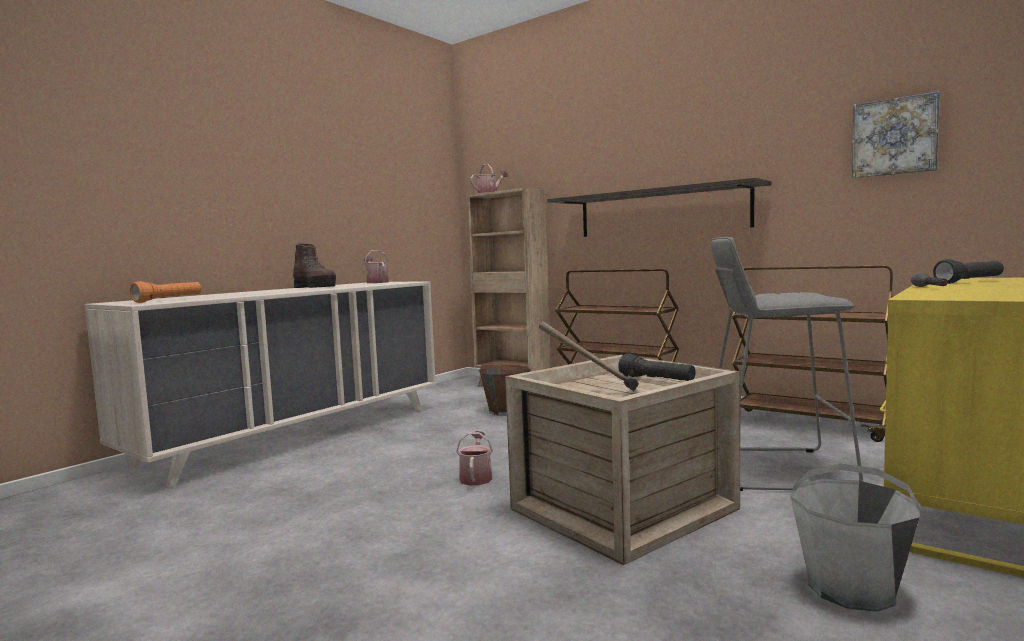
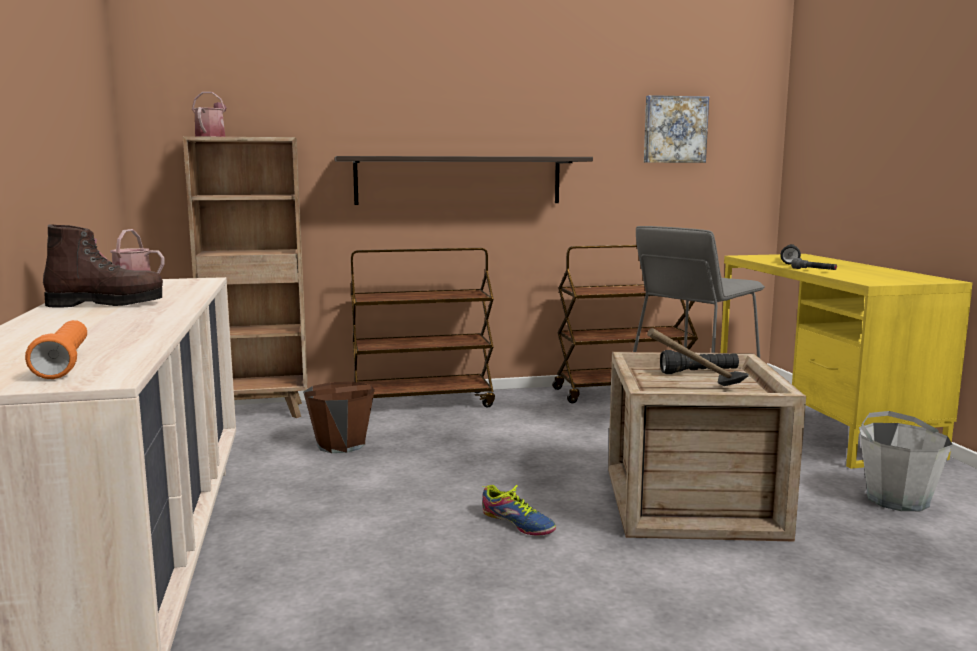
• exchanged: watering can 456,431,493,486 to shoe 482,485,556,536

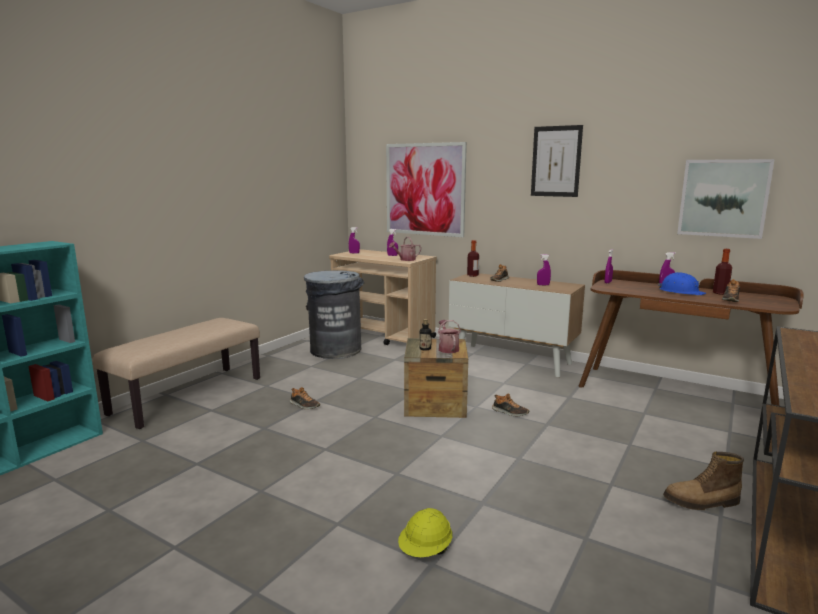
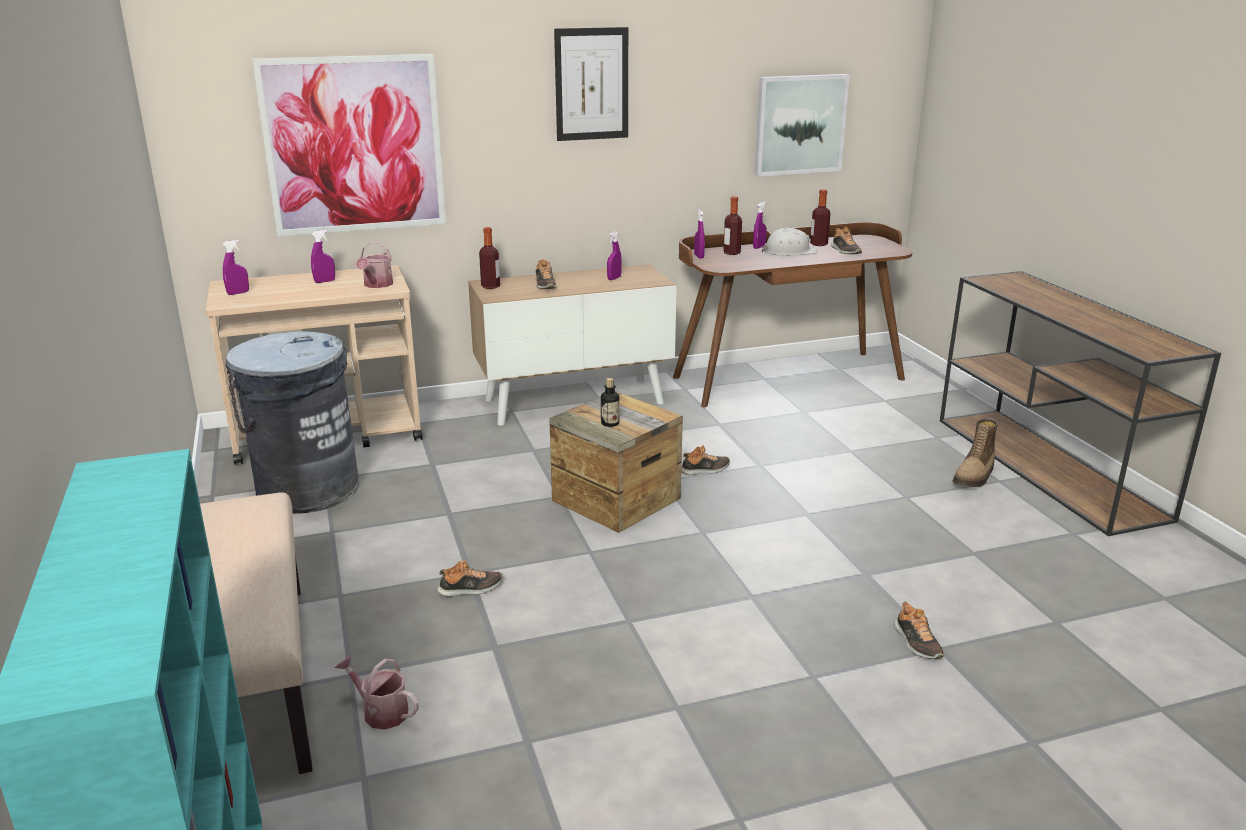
• exchanged: hard hat/yellow 398,508,453,557 to shoe 894,602,944,659
• relocated: watering can 438,320,461,353 to 335,655,419,730
• colour: hard hat/blue 658,272,706,295 to hard hat/white 762,228,818,256
• appeared: bottle 723,196,742,255

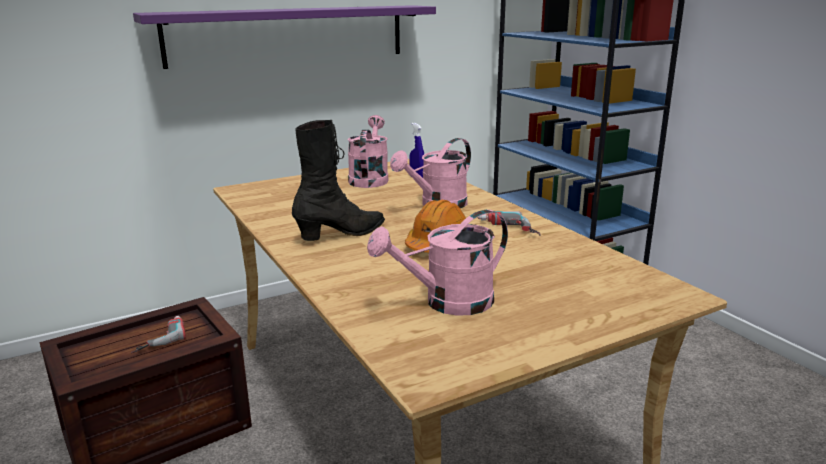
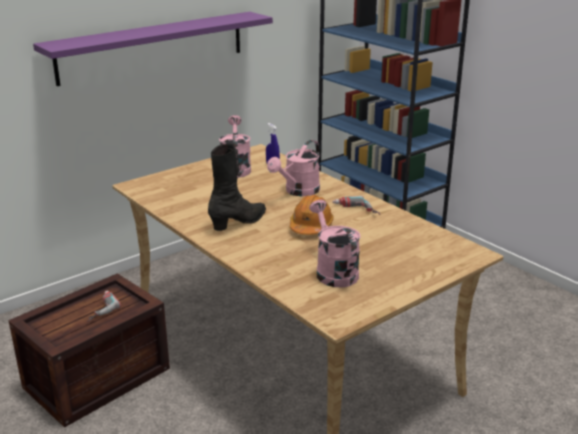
• spun: watering can/pink 367,210,508,316 = 309,200,361,287 105 degrees clockwise

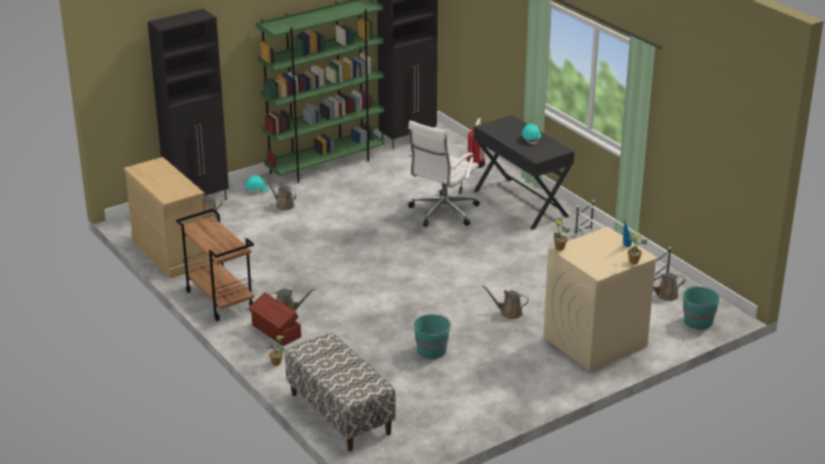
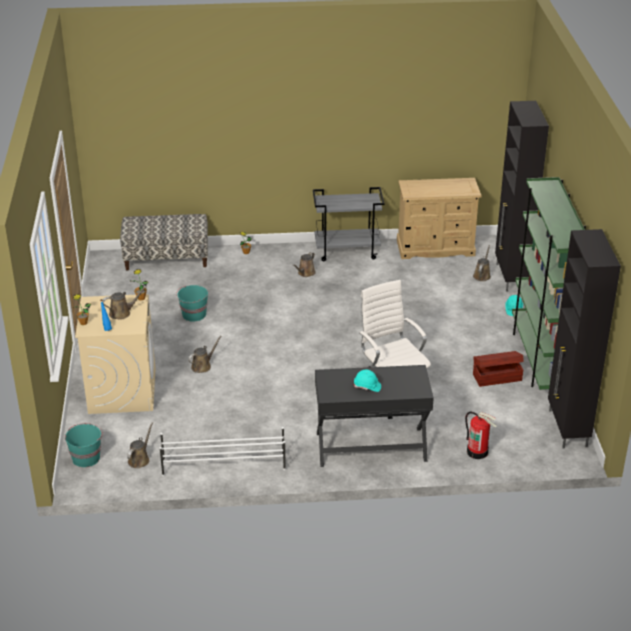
• colour: cart/brown 176,209,254,321 to cart/grey 313,187,384,261
• relocated: storage box/brown 249,292,301,346 to 473,351,524,387
• relocated: watering can/brown 264,176,296,211 to 102,286,147,320

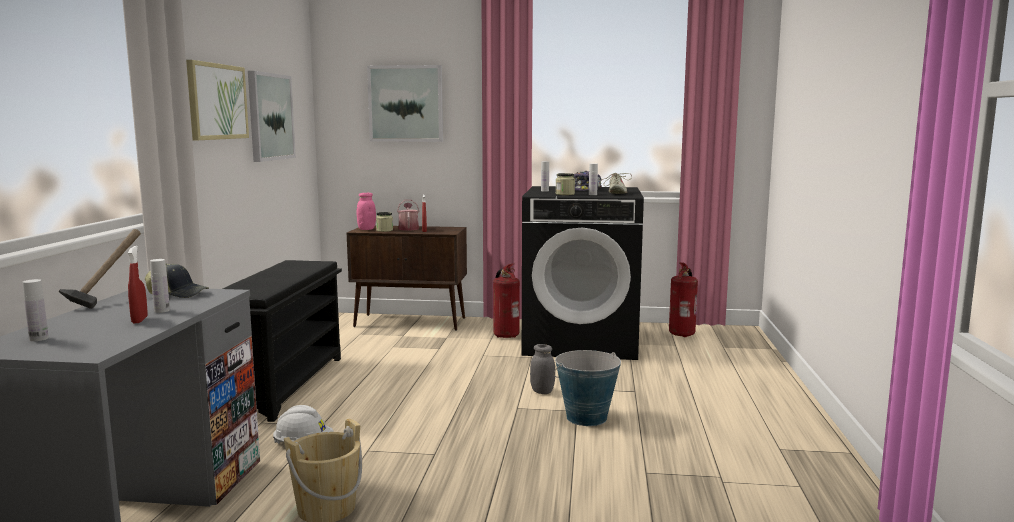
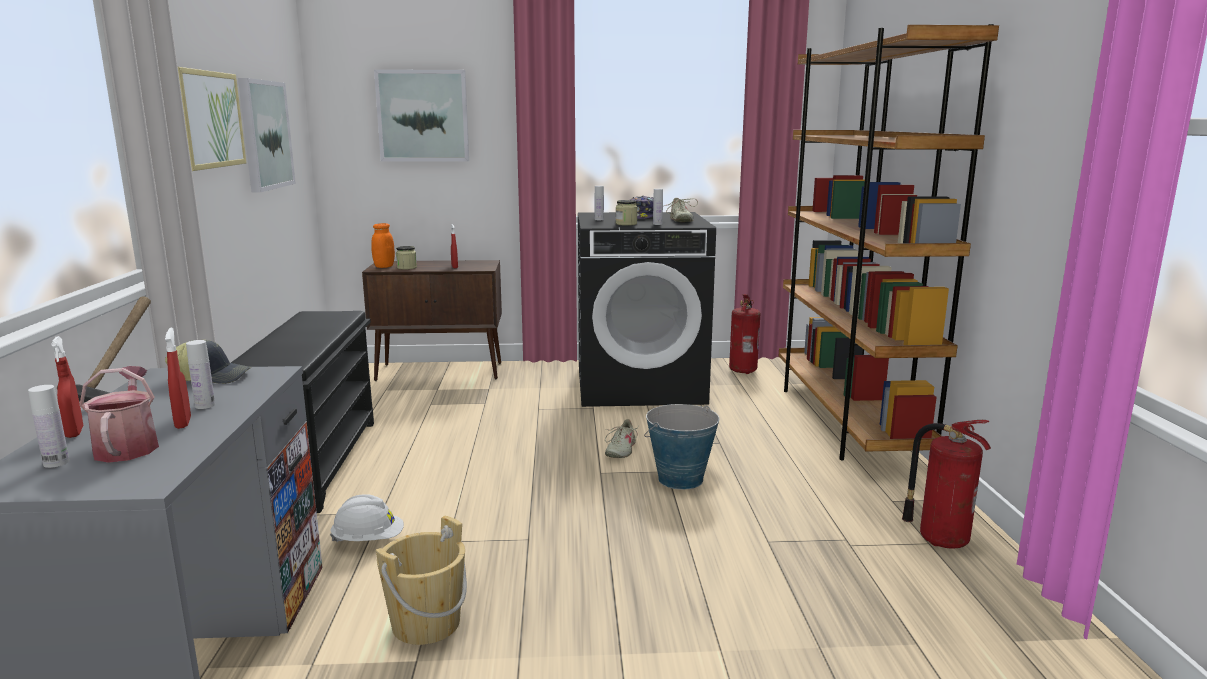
• colour: jar/pink 357,193,376,230 to jar/orange 371,223,395,268
• relocated: watering can 397,200,419,231 to 79,366,159,463
• relocated: fire extinguisher 493,263,520,338 to 902,420,991,549
• exchanged: jar/grey 530,344,555,394 to shoe/beige 605,419,638,458
• appeared: spray bottle/red 51,336,83,438
• appeared: bookcase/brown 779,24,999,460

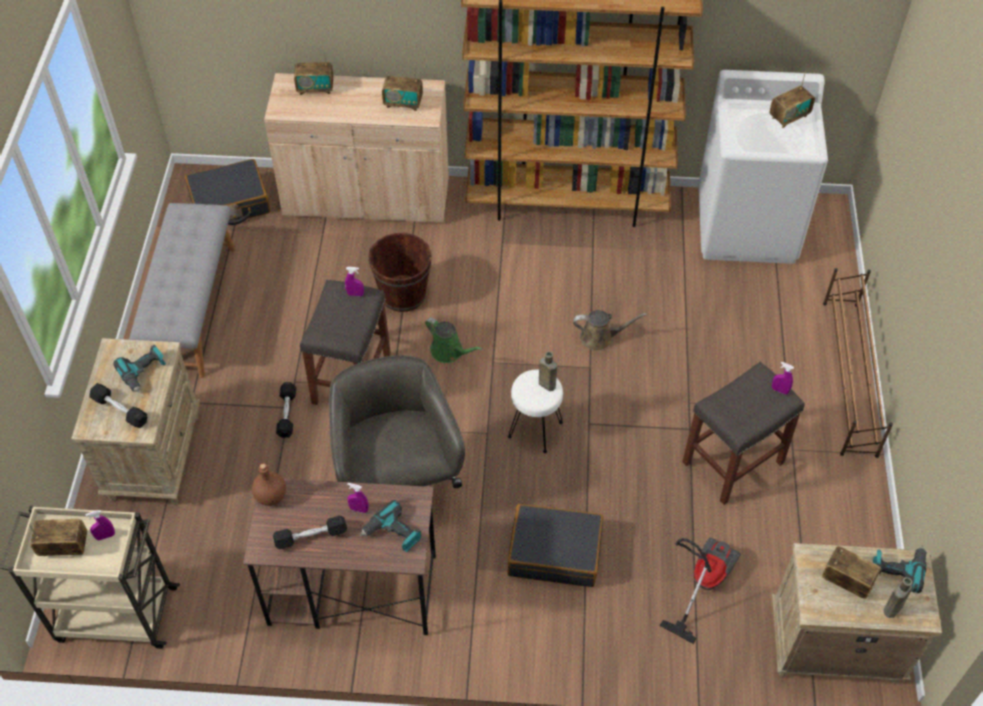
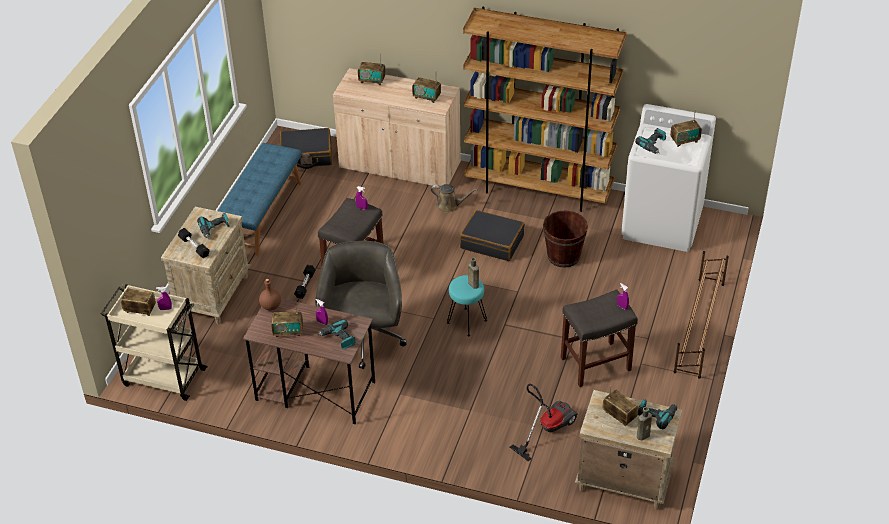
• colour: bench/grey 129,203,235,378 to bench/blue 218,143,302,256
• exchanged: dumbbell/black 273,516,347,550 to radio 271,301,303,337
• relocated: bucket/brown 369,233,431,312 to 543,210,588,268
• missing: watering can/green 425,318,482,363
• colour: stool/white 508,370,563,453 to stool/turquoise 447,275,487,336
• relocated: suitcase/black 508,504,603,587 to 460,210,525,261
• relocated: watering can/brown 573,310,647,351 to 431,184,478,213
• appeared: power drill 635,128,666,154

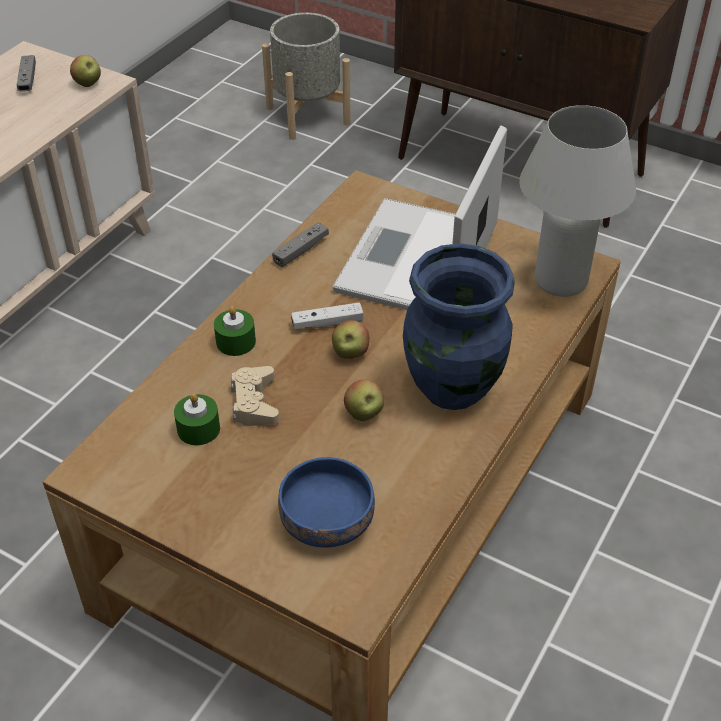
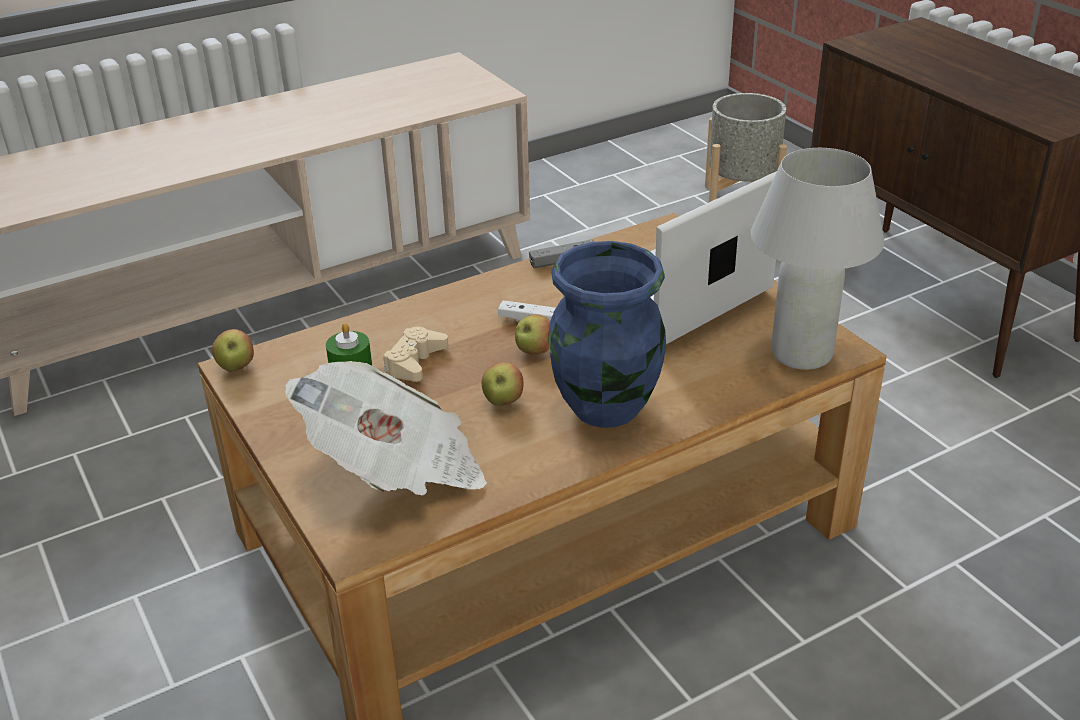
• missing: game controller/grey 17,55,36,92
• relocated: apple 70,55,101,87 to 212,329,254,372
• missing: candle/green 214,306,256,356
• exchanged: bowl/blue 278,457,375,548 to newspaper 285,361,487,496

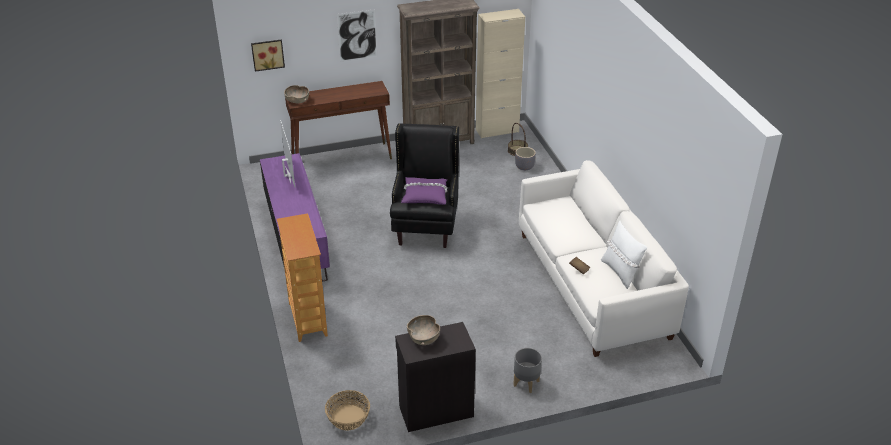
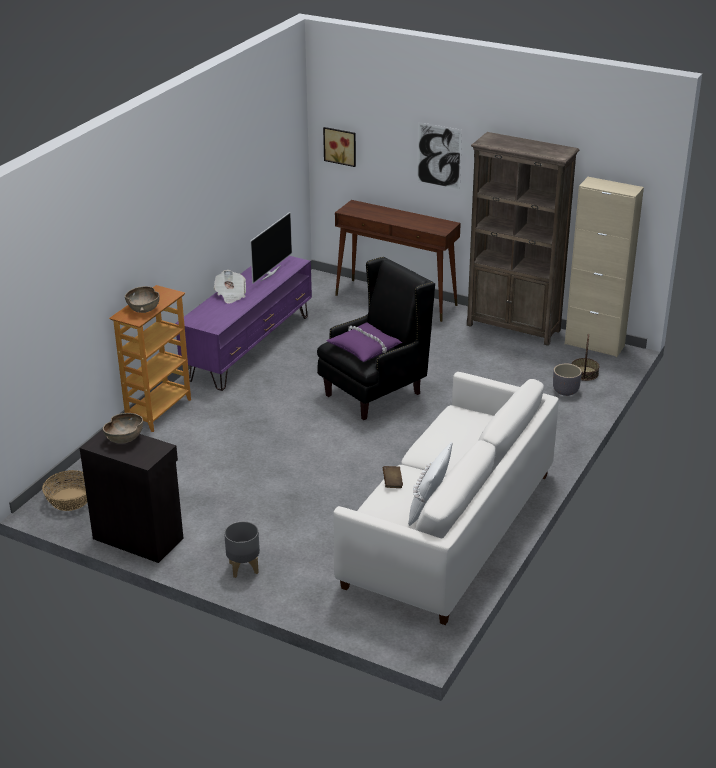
• relocated: bowl/brown 284,85,309,103 to 125,286,160,313
• appeared: newspaper 214,270,246,304

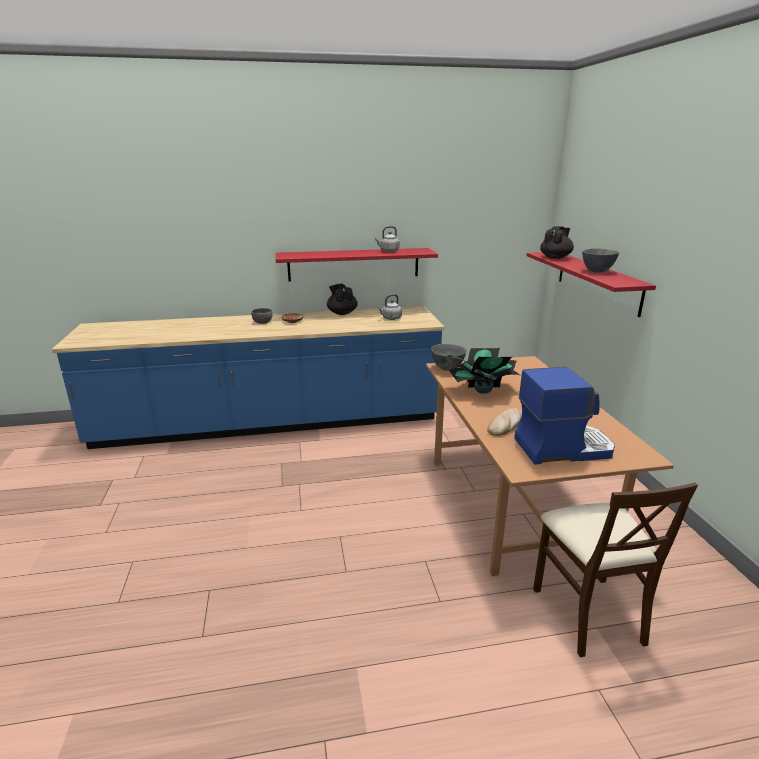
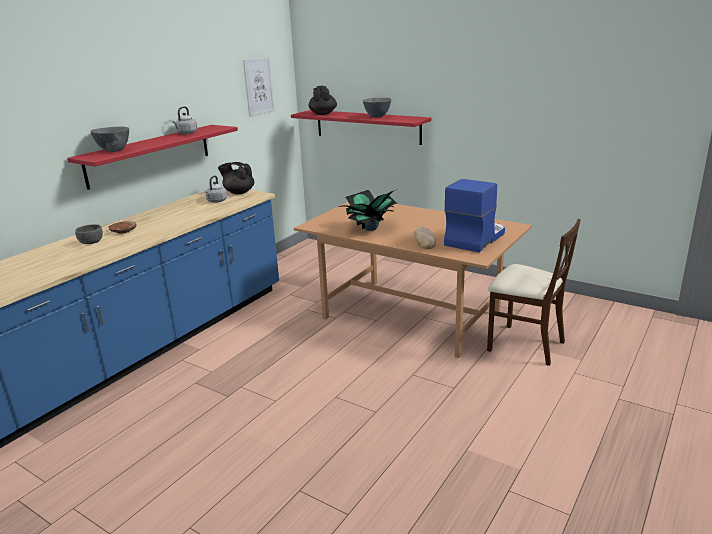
• relocated: teapot/black 327,283,358,315 to 218,162,254,194
• relocated: bowl/grey 431,344,467,371 to 90,127,129,152
• appeared: picture 243,57,275,117

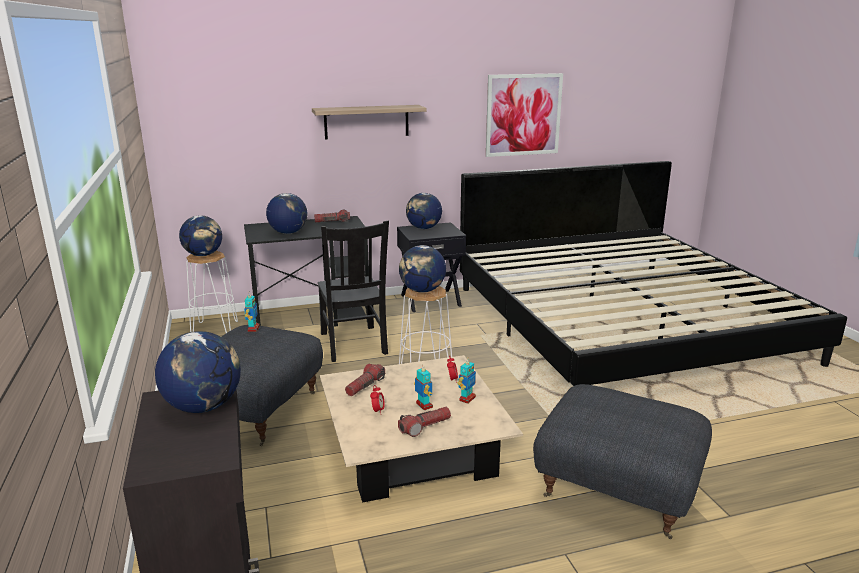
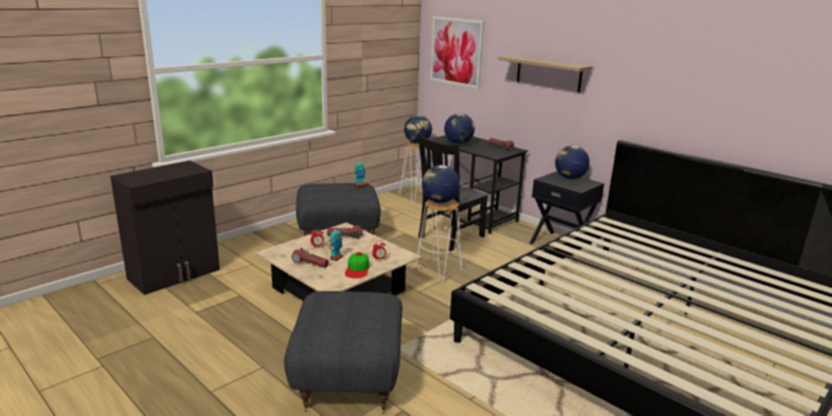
• missing: globe 155,331,241,413
• exchanged: toy robot 457,359,476,404 to cap 345,252,369,278
• relocated: picture 486,73,563,157 to 430,16,484,89

